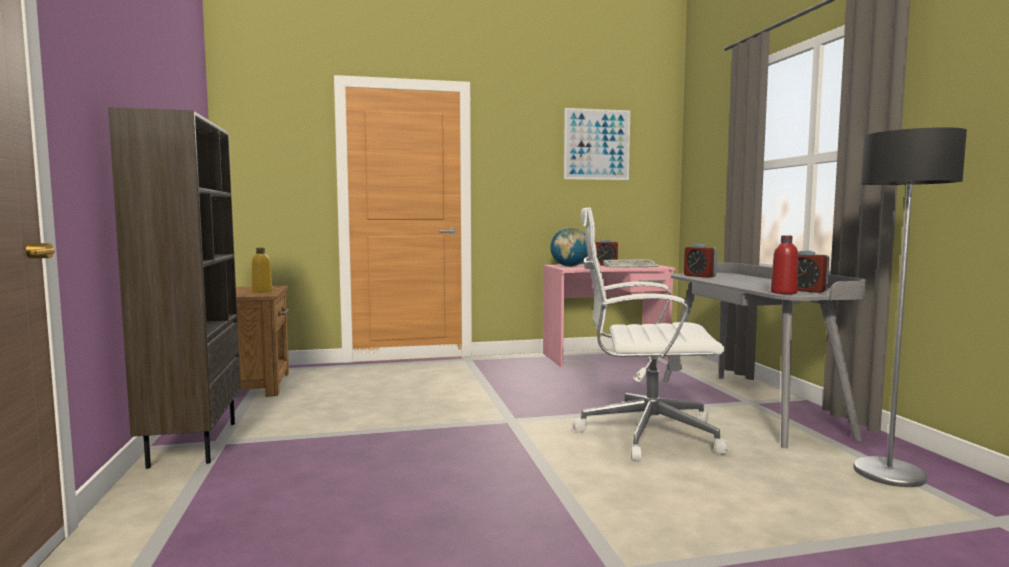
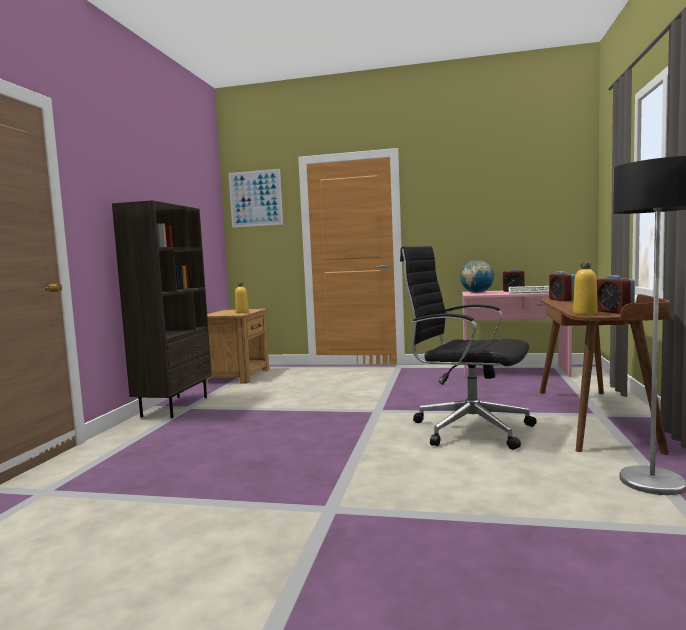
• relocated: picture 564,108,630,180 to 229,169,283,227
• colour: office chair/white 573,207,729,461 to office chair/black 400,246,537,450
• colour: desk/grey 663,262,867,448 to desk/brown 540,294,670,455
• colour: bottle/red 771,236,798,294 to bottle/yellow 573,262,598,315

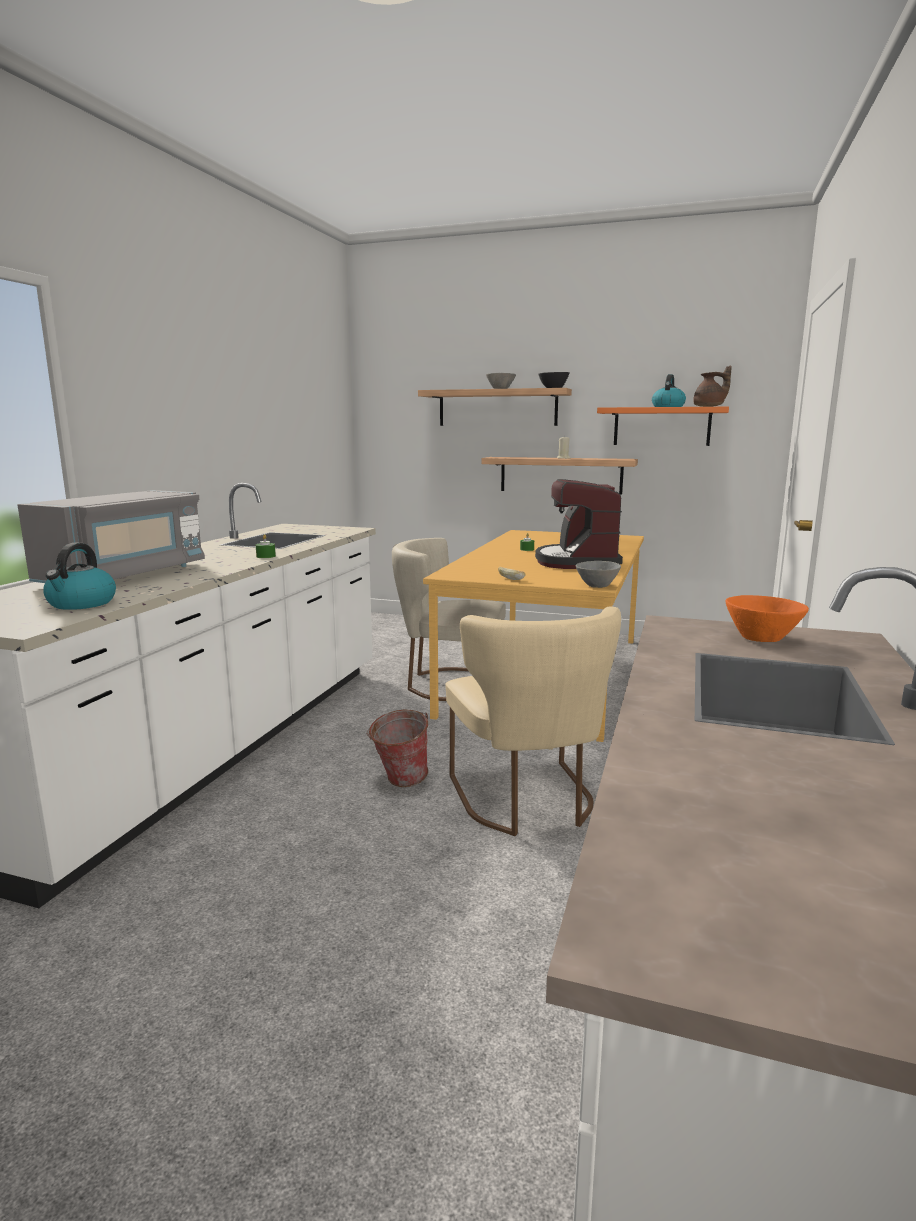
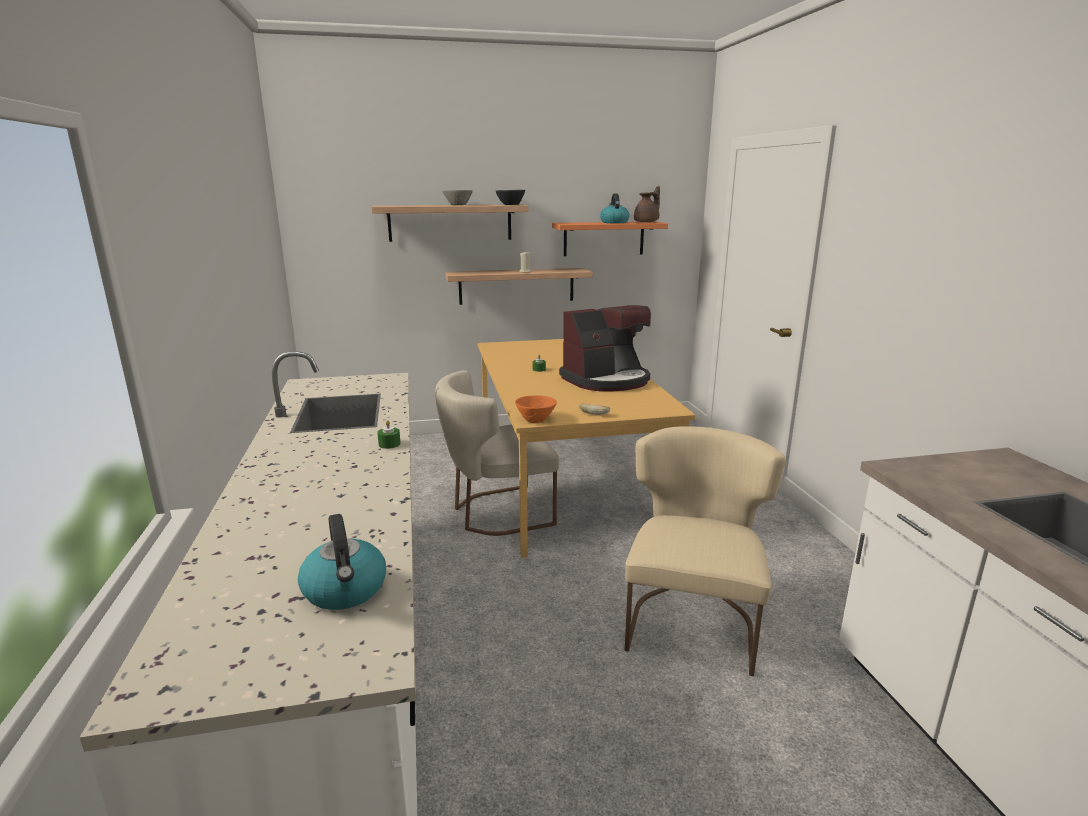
• missing: microwave/grey 18,490,205,583
• missing: bucket 366,710,428,787
• spun: chair/beige 445,606,621,836 = 625,426,786,676 120 degrees counterclockwise
• spun: coffee machine 535,479,623,569 = 559,305,651,391 90 degrees counterclockwise
• missing: bowl/grey 576,561,621,588
• relocated: bowl/orange 725,595,809,642 to 515,395,557,423

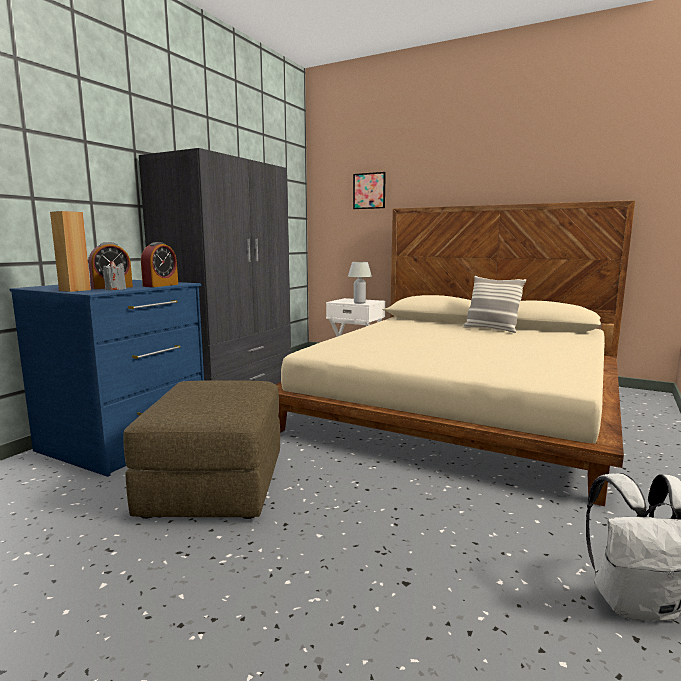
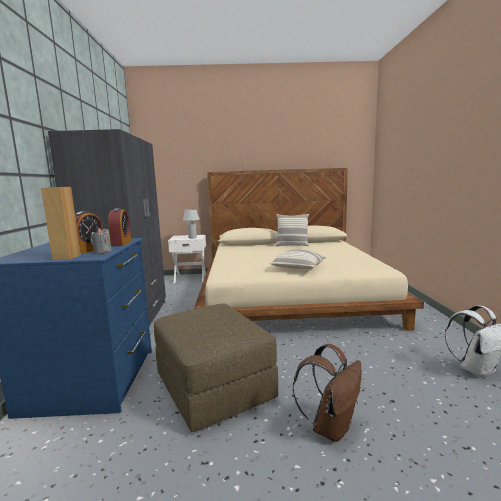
• missing: picture 353,172,386,209
• appeared: pillow 269,249,326,269
• appeared: backpack/brown 293,344,361,442

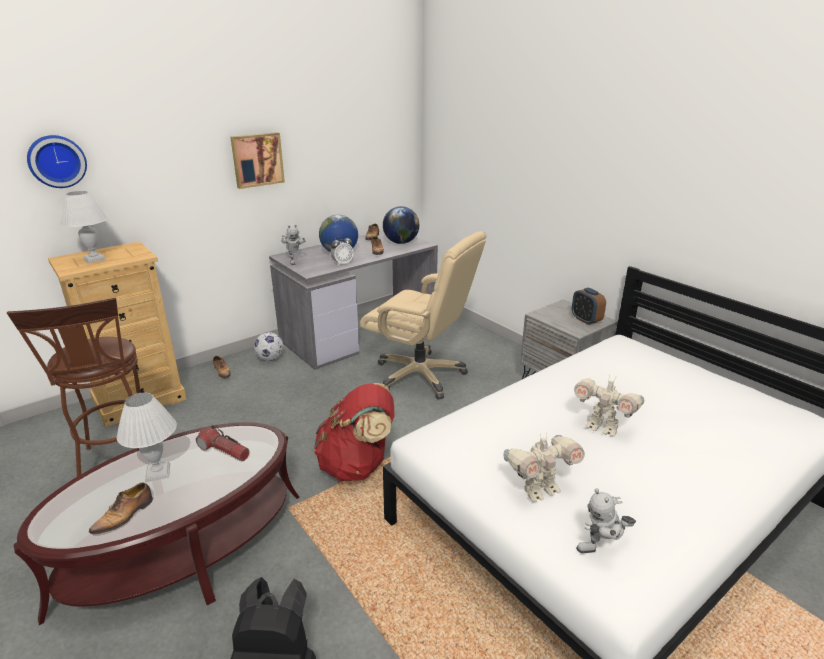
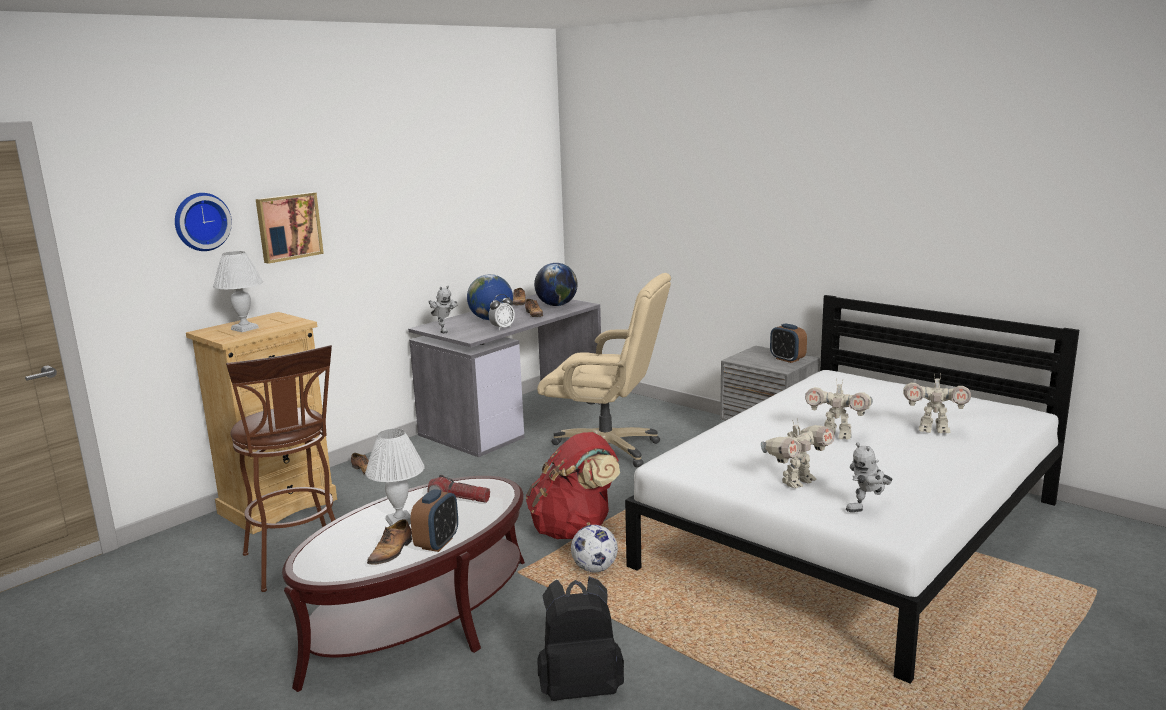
• relocated: picture 230,132,285,189 to 256,192,324,264
• relocated: football 254,332,283,361 to 571,525,618,572
• appeared: alarm clock 411,489,458,552
• appeared: toy robot 903,373,971,433

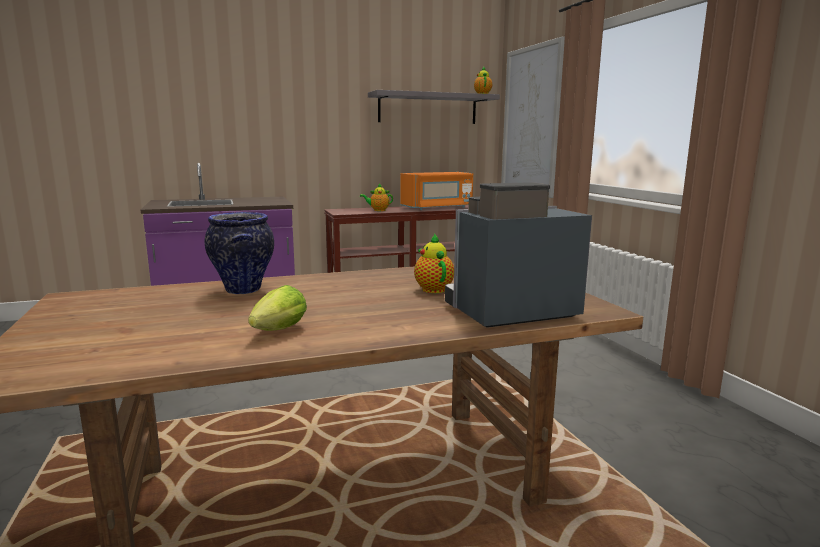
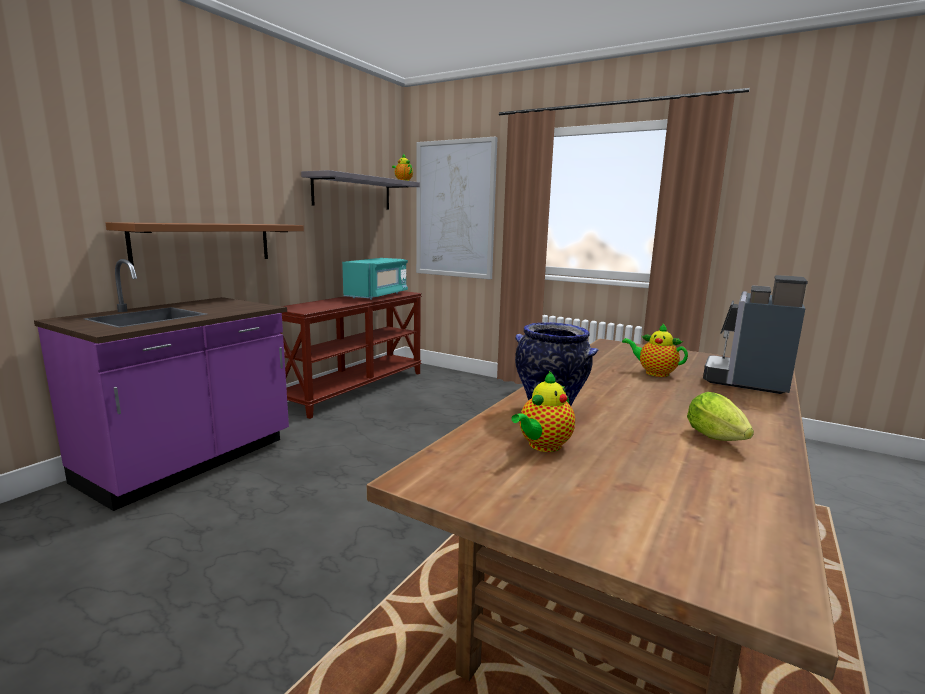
• relocated: teapot 360,184,393,211 to 511,371,575,452
• colour: microwave/orange 401,172,473,210 to microwave/turquoise 342,258,408,300
• appeared: shelf/brown 106,222,304,266

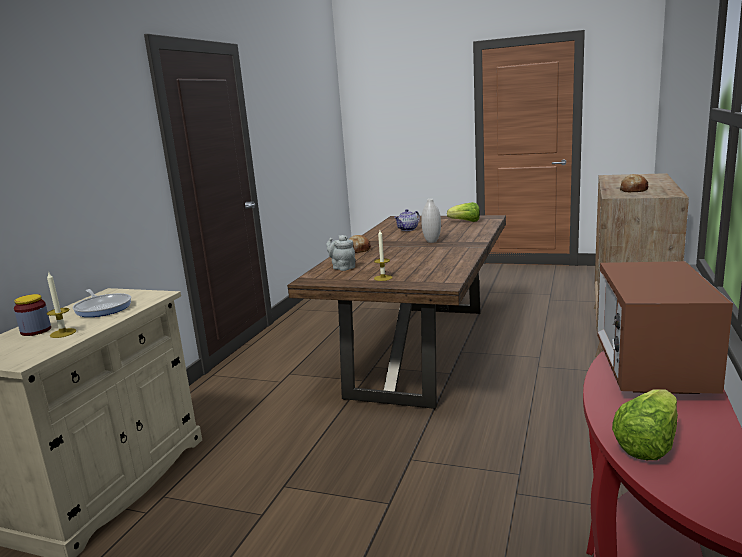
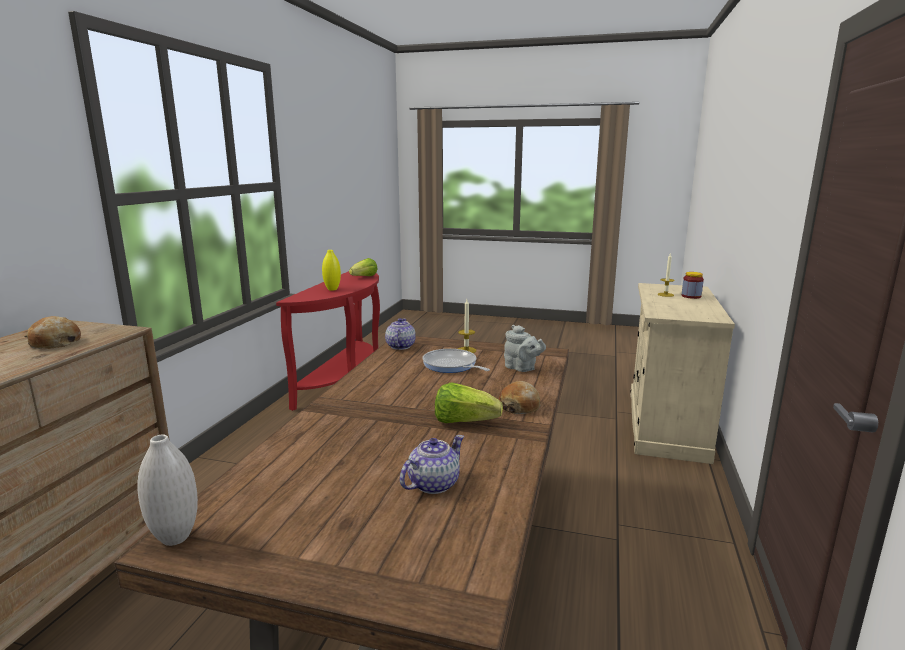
• relocated: frying pan 73,289,131,317 to 422,349,490,373
• relocated: vase/white 421,199,441,243 to 137,435,198,546
• relocated: lettuce 447,202,480,222 to 435,383,503,423
• exchanged: microwave 597,261,733,394 to vase/yellow 322,250,341,291
• appeared: teapot 385,318,416,350

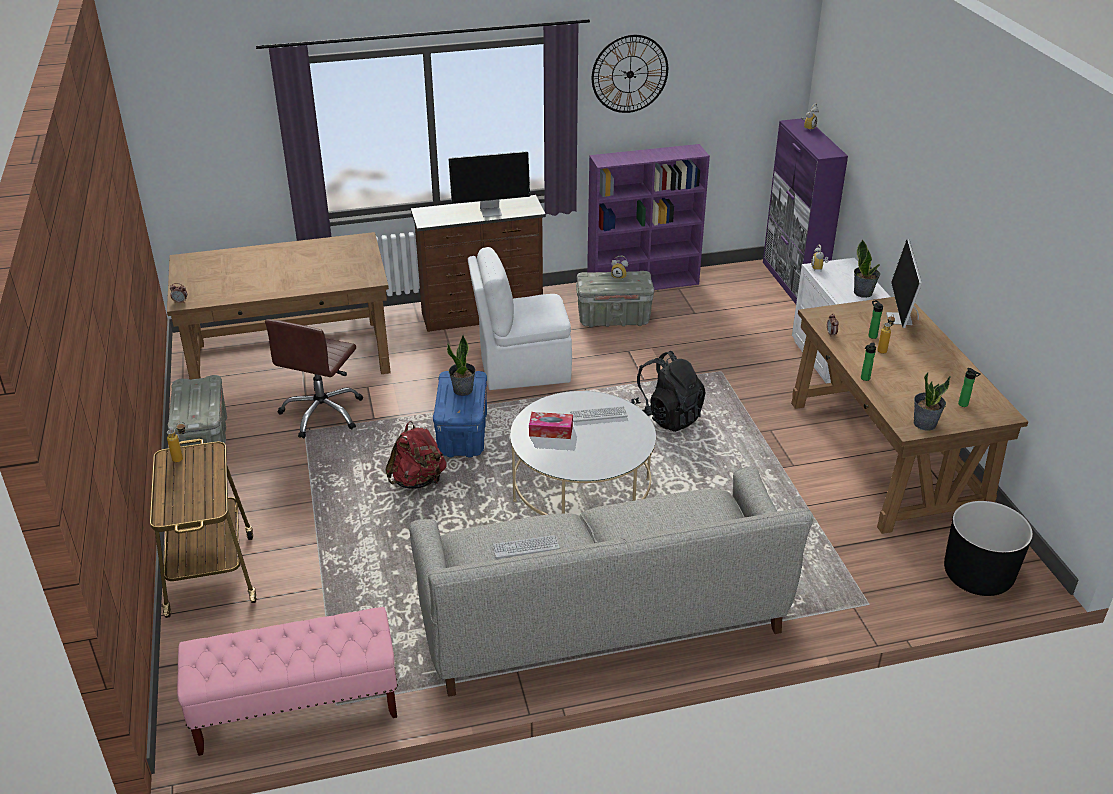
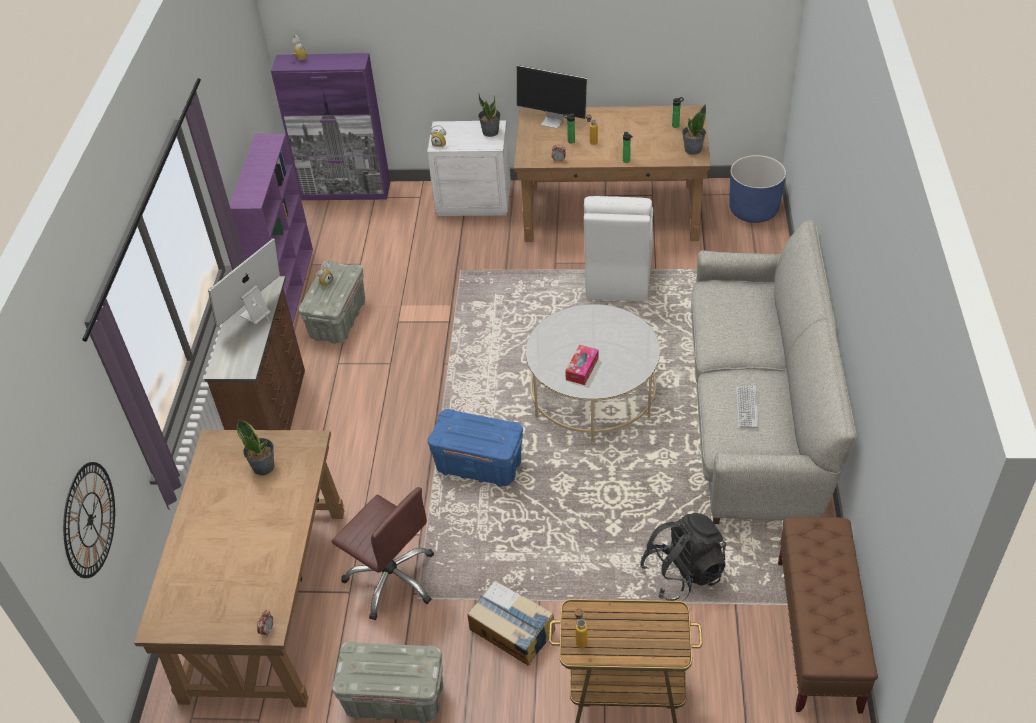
• colour: bench/pink 177,607,398,756 to bench/brown 778,517,878,714
• missing: backpack/red 385,421,447,489
• relocated: potted plant 447,335,476,396 to 237,420,274,475
• spun: monitor 448,151,530,217 = 208,238,280,327 150 degrees counterclockwise
• relocated: chair/white 468,247,572,390 to 584,196,653,301
• missing: keyboard 570,406,628,423
• relocated: wall clock 592,35,668,113 to 63,462,115,578
• relocated: backpack/black 631,351,706,432 to 640,512,726,601
• colour: planter/black 944,501,1033,596 to planter/blue 729,155,786,223
• appeared: cardboard box 467,580,555,665

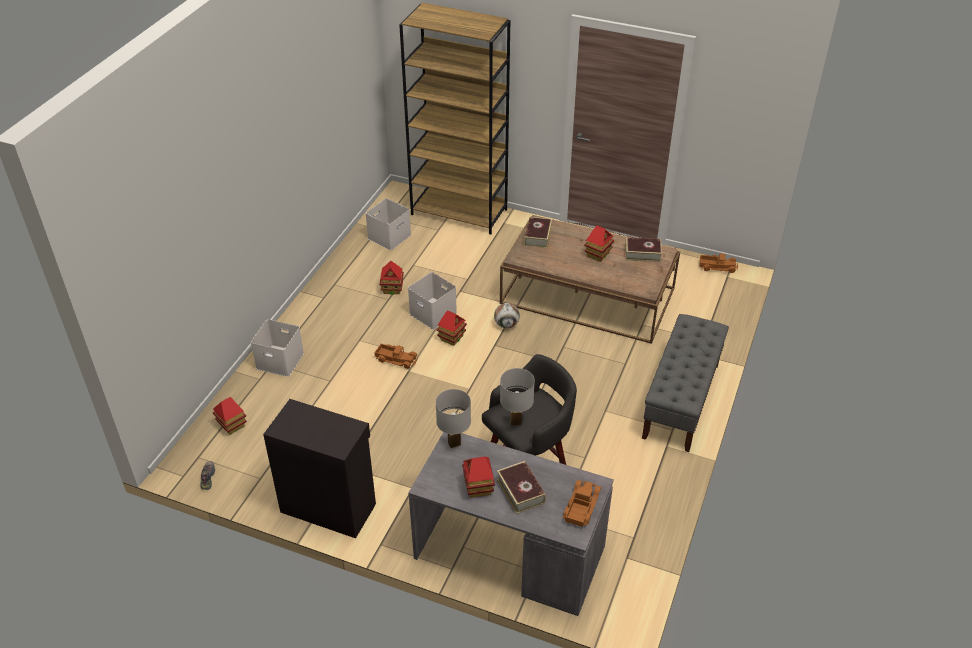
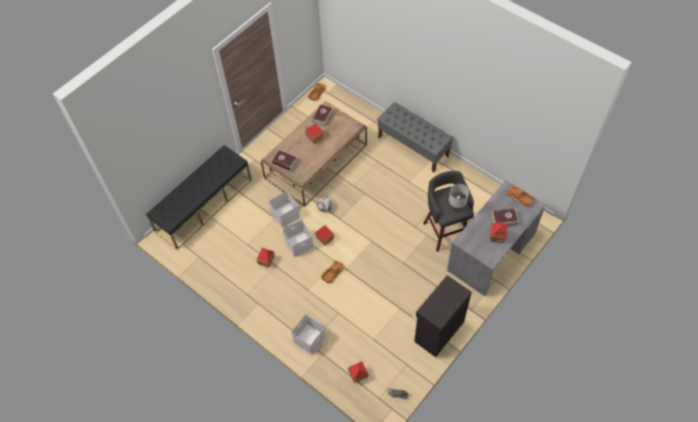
• relocated: storage box/white 365,198,411,250 to 268,191,300,228
• exchanged: bookcase/brown 399,3,510,234 to bench/black 146,145,252,250
• missing: table lamp/white 436,389,471,448

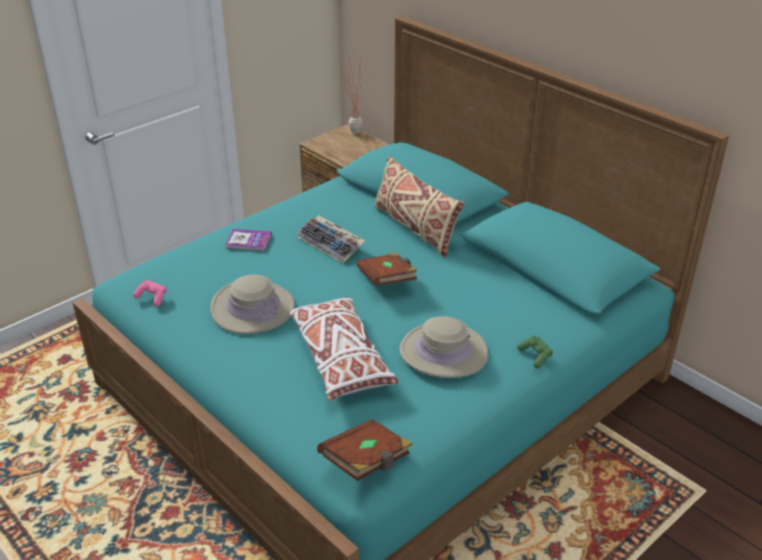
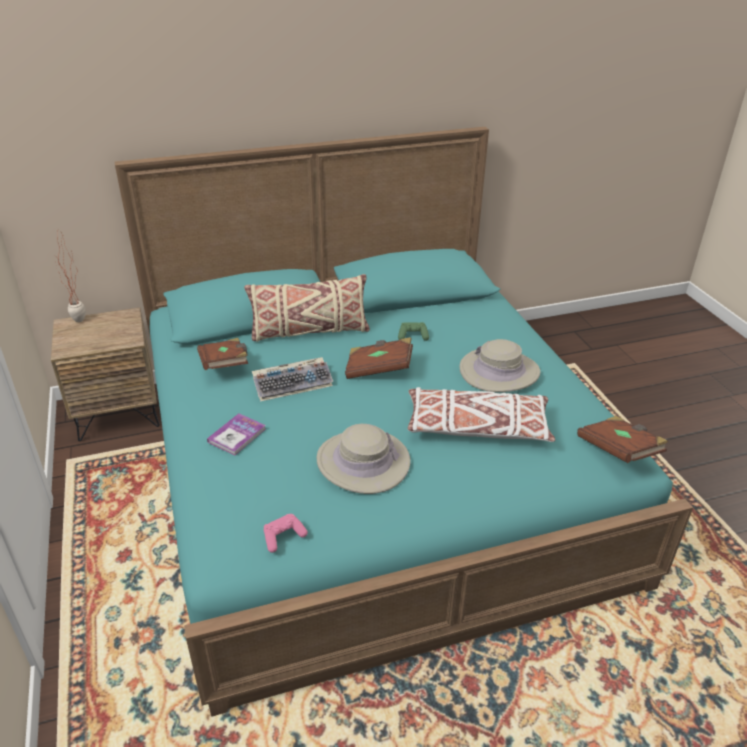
• relocated: game controller/green 517,336,553,368 to 398,322,429,341
• appeared: book/brown 197,338,248,370

